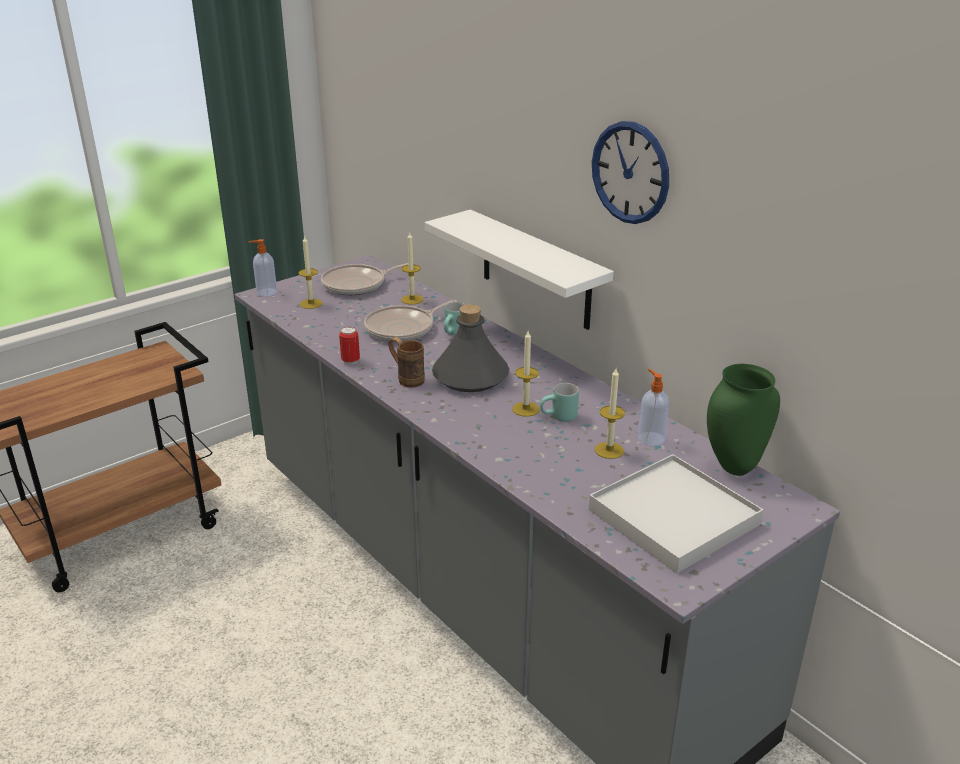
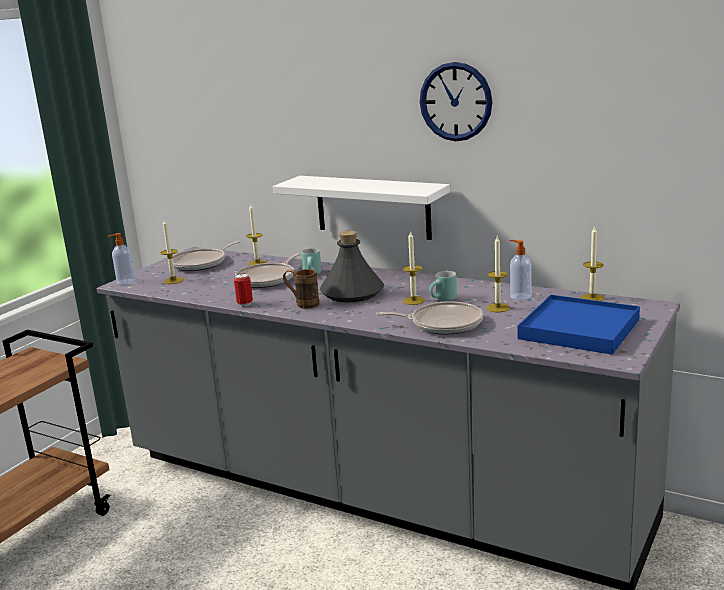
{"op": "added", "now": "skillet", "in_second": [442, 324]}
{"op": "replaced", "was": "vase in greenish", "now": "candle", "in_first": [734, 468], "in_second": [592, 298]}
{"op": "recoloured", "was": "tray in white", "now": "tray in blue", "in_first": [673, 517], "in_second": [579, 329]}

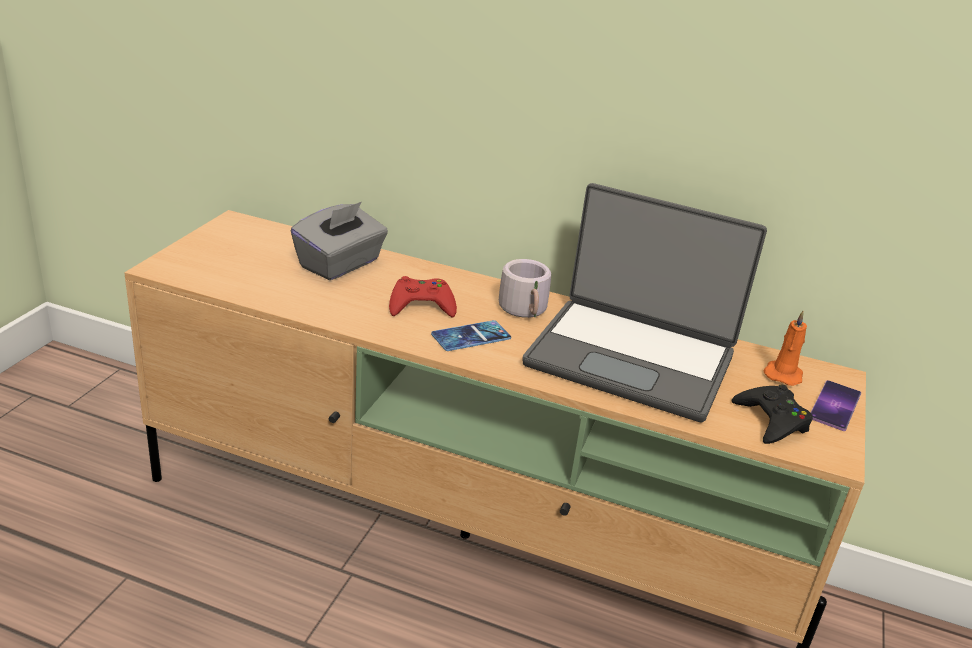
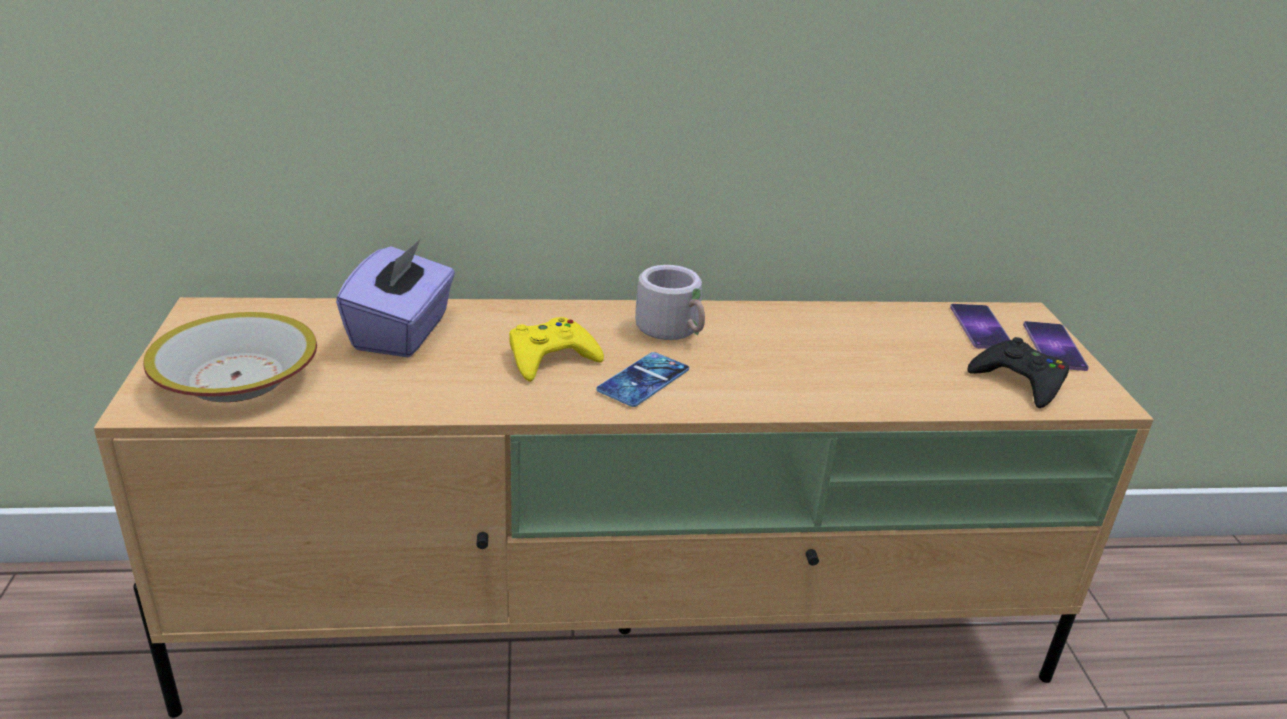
{"op": "removed", "was": "notebook computer", "in_first": [631, 358]}
{"op": "added", "now": "bowl", "in_second": [236, 378]}
{"op": "replaced", "was": "candle in orange-coloured", "now": "phone", "in_first": [783, 374], "in_second": [980, 327]}
{"op": "recoloured", "was": "tissue holder in greyish", "now": "tissue holder in purple", "in_first": [340, 264], "in_second": [402, 332]}
{"op": "recoloured", "was": "gamepad in red-coloured", "now": "gamepad in yellow", "in_first": [421, 305], "in_second": [551, 357]}

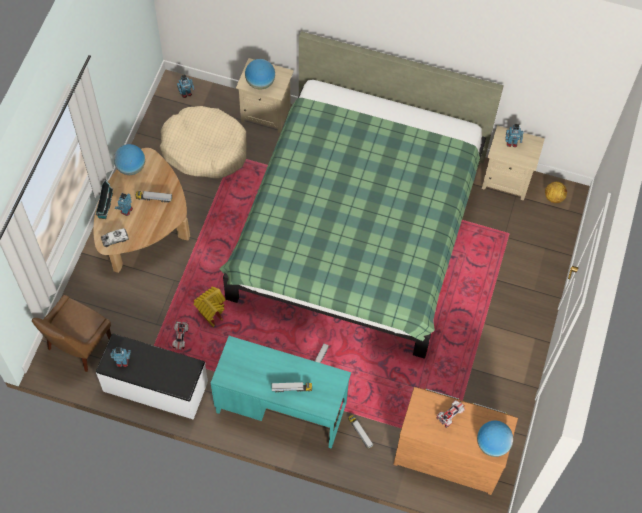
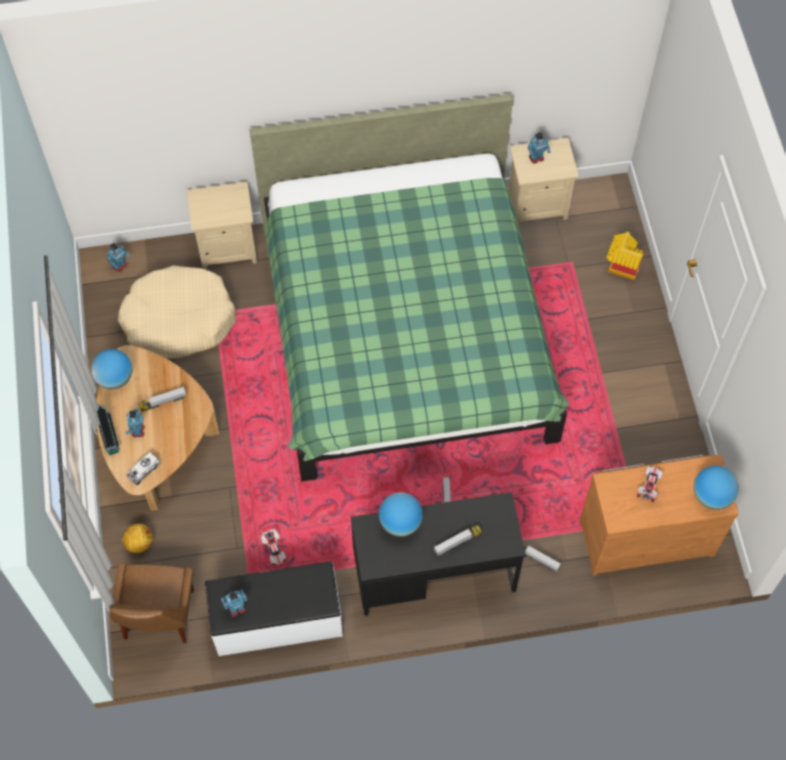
{"op": "moved", "was": "miniature house", "in_first": [211, 312], "in_second": [620, 265]}
{"op": "moved", "was": "world globe", "in_first": [260, 82], "in_second": [400, 522]}
{"op": "moved", "was": "ball for football", "in_first": [553, 198], "in_second": [139, 544]}
{"op": "recoloured", "was": "desk unit in turquoise-coloured", "now": "desk unit in black", "in_first": [281, 407], "in_second": [434, 572]}

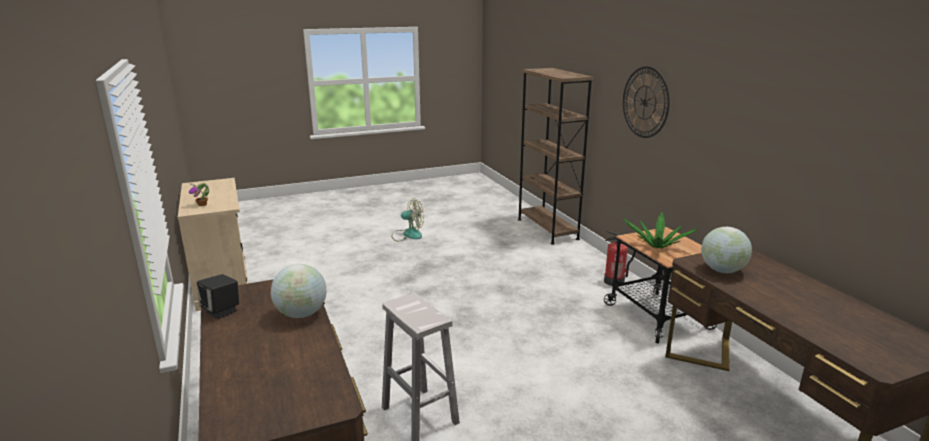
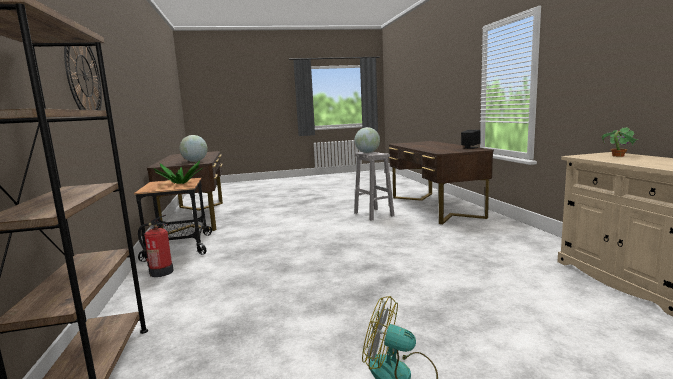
{"op": "moved", "was": "world globe", "in_first": [301, 314], "in_second": [367, 153]}

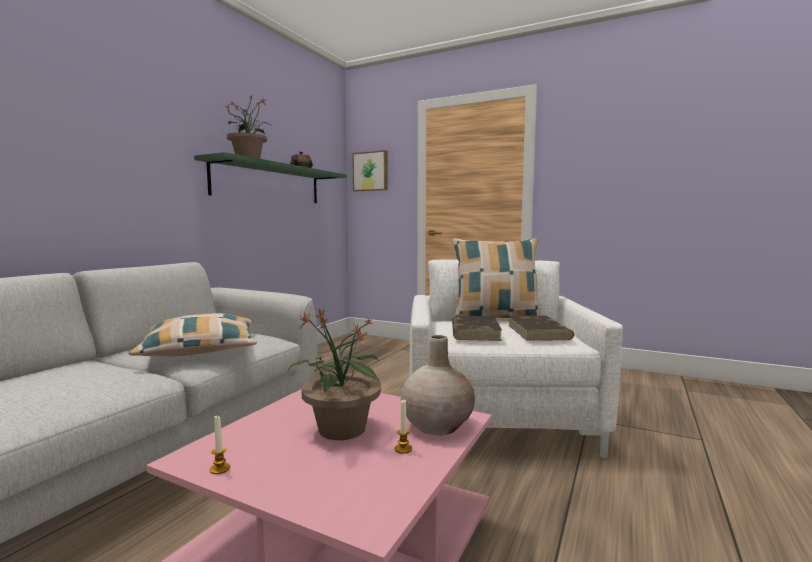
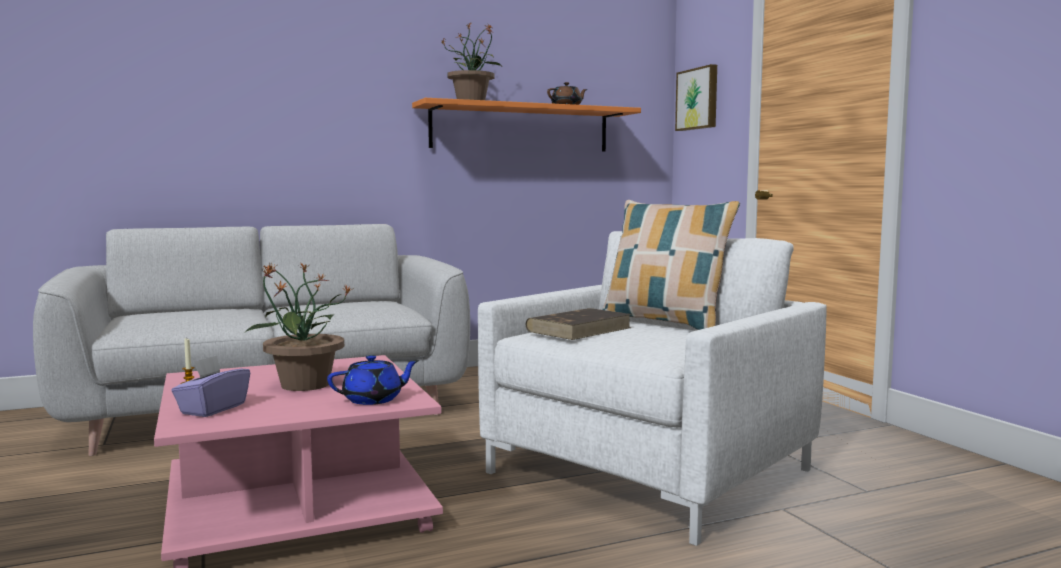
{"op": "removed", "was": "cushion", "in_first": [200, 349]}
{"op": "removed", "was": "candle", "in_first": [403, 449]}
{"op": "removed", "was": "bound book in brown", "in_first": [538, 332]}
{"op": "added", "now": "tissue holder in purple", "in_second": [212, 409]}
{"op": "replaced", "was": "vase in beige-coloured", "now": "pot for tea in blue", "in_first": [437, 425], "in_second": [374, 400]}
{"op": "recoloured", "was": "shelf in greenish", "now": "shelf in orange-coloured", "in_first": [269, 183], "in_second": [521, 128]}

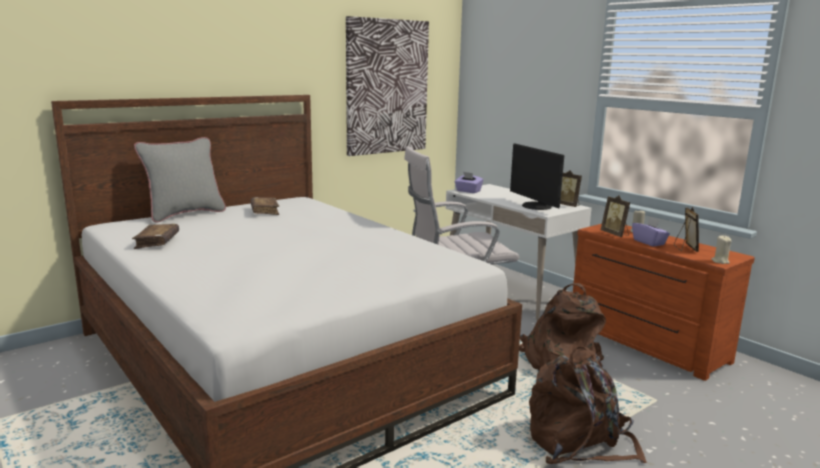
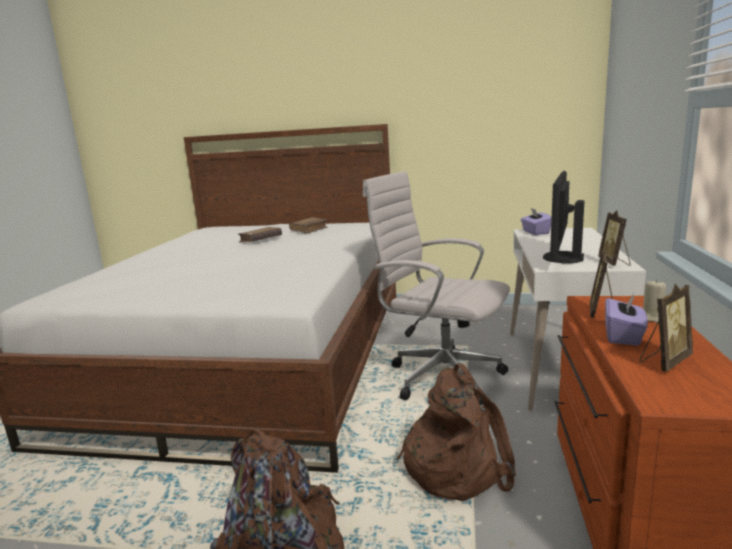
{"op": "removed", "was": "cushion in greyish", "in_first": [185, 214]}
{"op": "removed", "was": "wall picture", "in_first": [387, 87]}
{"op": "removed", "was": "candle in beige-coloured", "in_first": [720, 261]}
{"op": "moved", "was": "bound book in brown", "in_first": [157, 242], "in_second": [261, 240]}

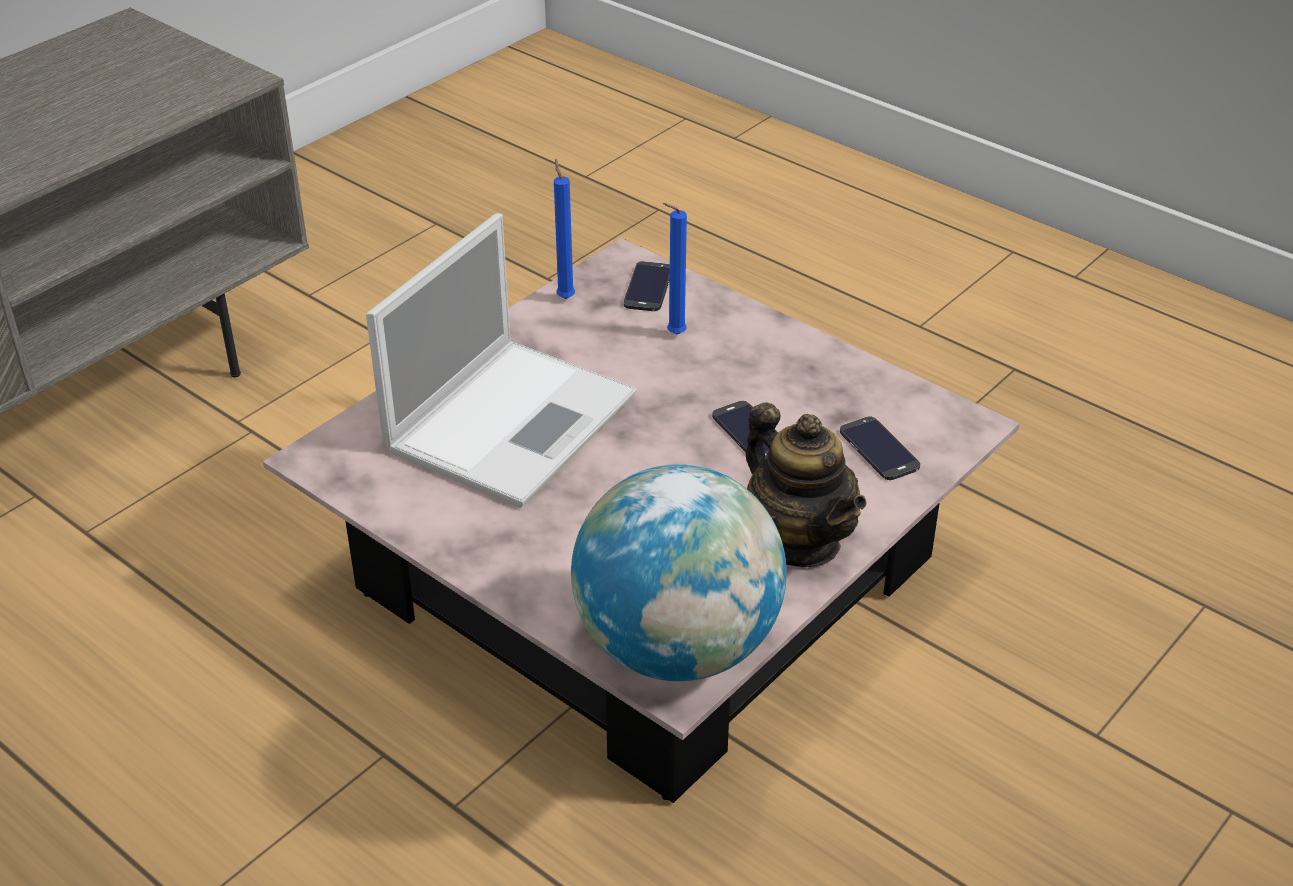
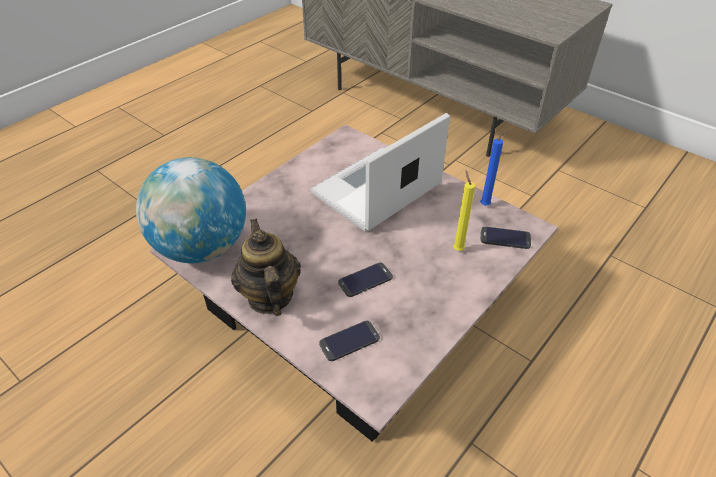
{"op": "recoloured", "was": "candle in blue", "now": "candle in yellow", "in_first": [673, 335], "in_second": [457, 248]}
{"op": "turned", "was": "notebook computer", "in_first": [514, 419], "in_second": [374, 191], "clockwise": 105}
{"op": "turned", "was": "pot for tea", "in_first": [799, 541], "in_second": [269, 297], "clockwise": 105}

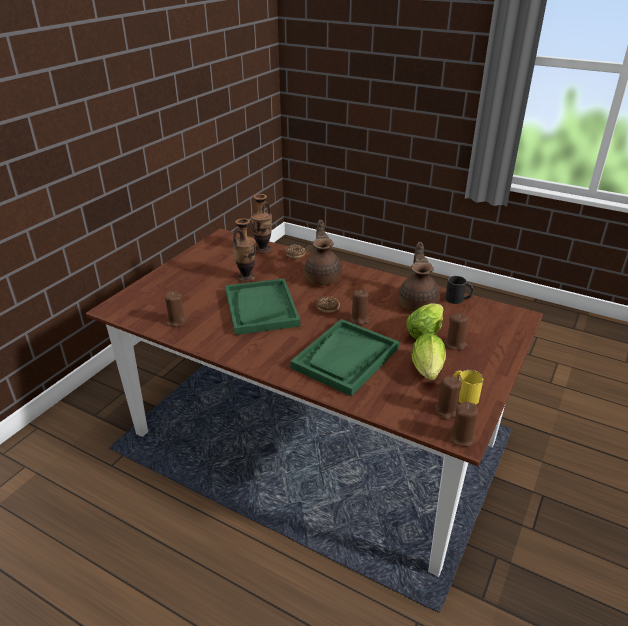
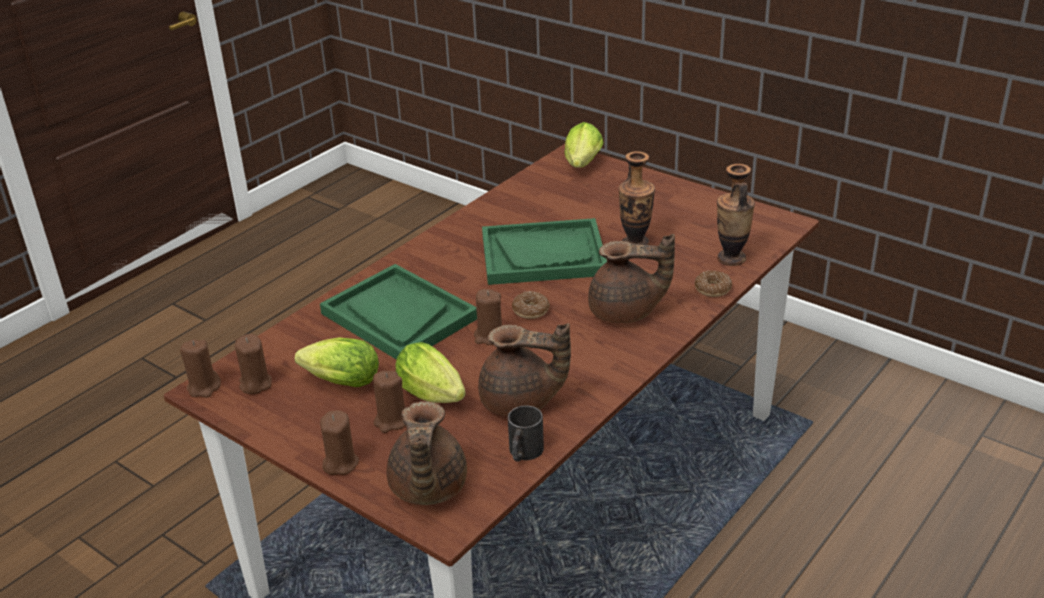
{"op": "removed", "was": "mug in yellow", "in_first": [463, 395]}
{"op": "added", "now": "pot for tea in brown", "in_second": [427, 489]}
{"op": "added", "now": "head of lettuce", "in_second": [582, 166]}
{"op": "moved", "was": "candle in brown", "in_first": [176, 322], "in_second": [340, 463]}

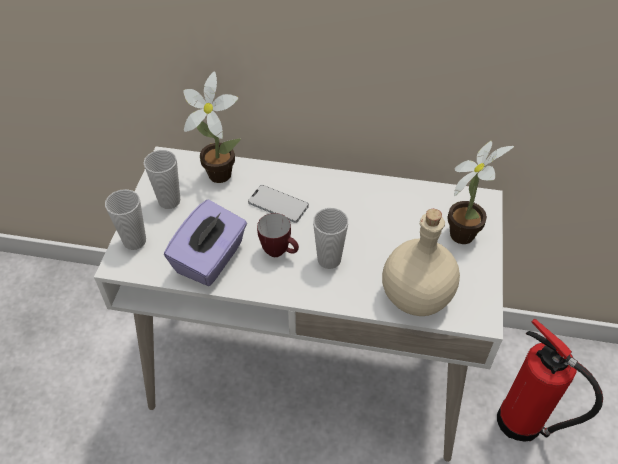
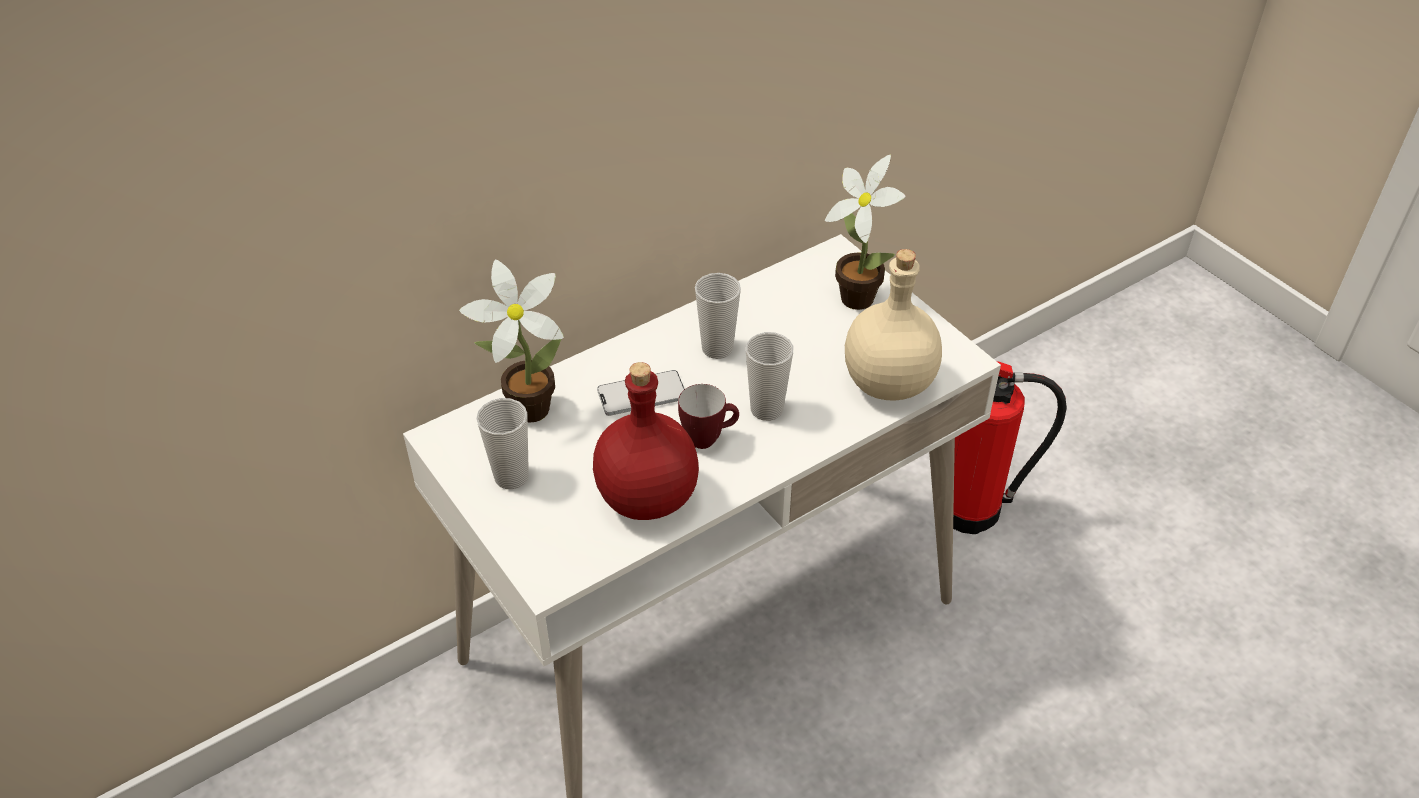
{"op": "moved", "was": "small cup", "in_first": [134, 241], "in_second": [717, 348]}
{"op": "replaced", "was": "tissue holder in purple", "now": "drink bottle in red-coloured", "in_first": [211, 259], "in_second": [645, 498]}

